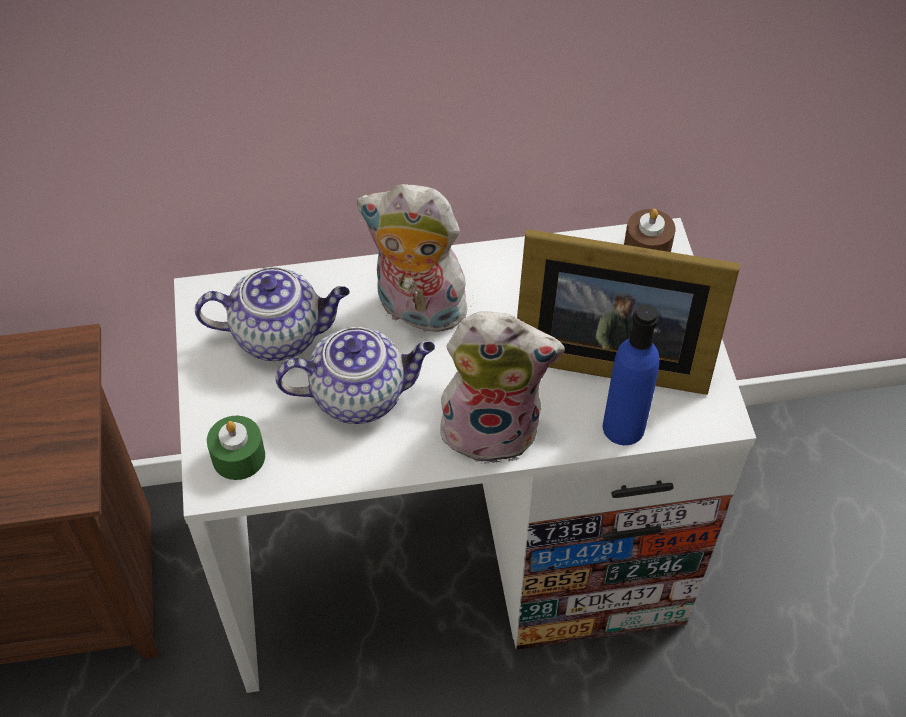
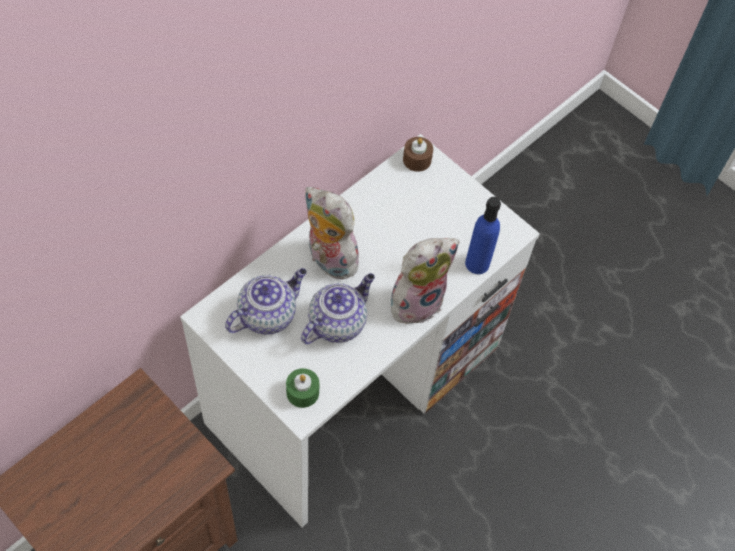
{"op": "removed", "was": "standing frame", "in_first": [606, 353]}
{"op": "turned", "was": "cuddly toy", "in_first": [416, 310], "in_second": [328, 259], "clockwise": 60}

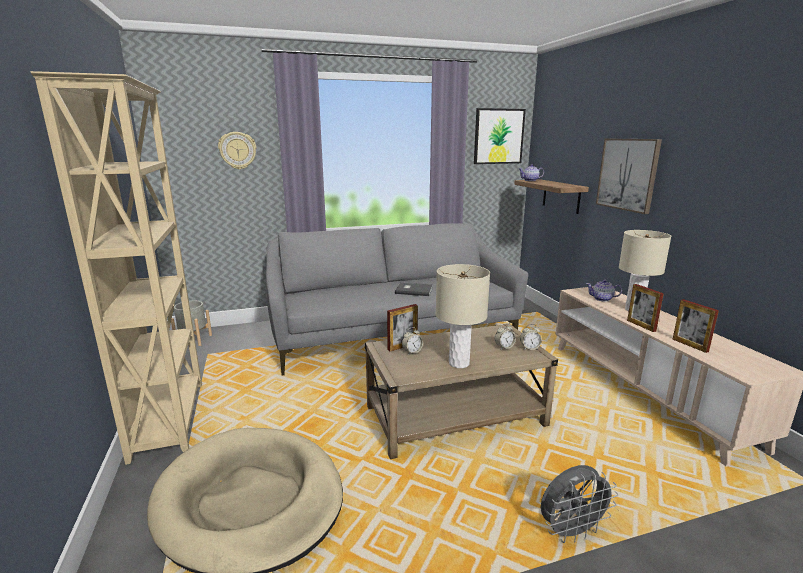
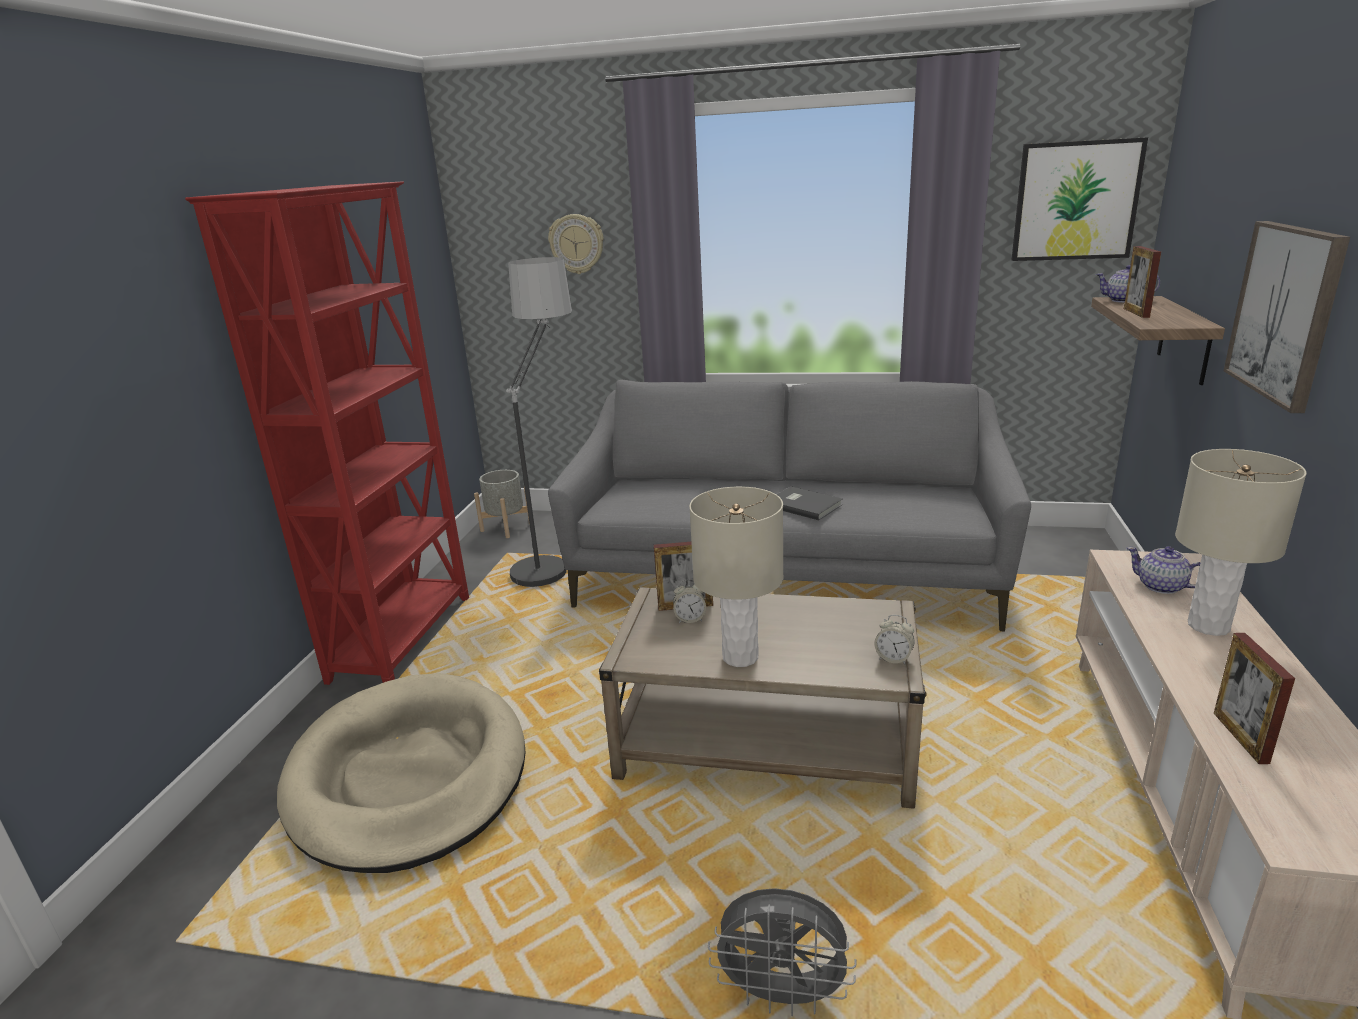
{"op": "removed", "was": "table clock", "in_first": [504, 347]}
{"op": "added", "now": "standing lamp", "in_second": [552, 554]}
{"op": "moved", "was": "standing frame", "in_first": [641, 325], "in_second": [1136, 313]}
{"op": "recoloured", "was": "shelving unit in beige-coloured", "now": "shelving unit in red-coloured", "in_first": [170, 418], "in_second": [405, 637]}

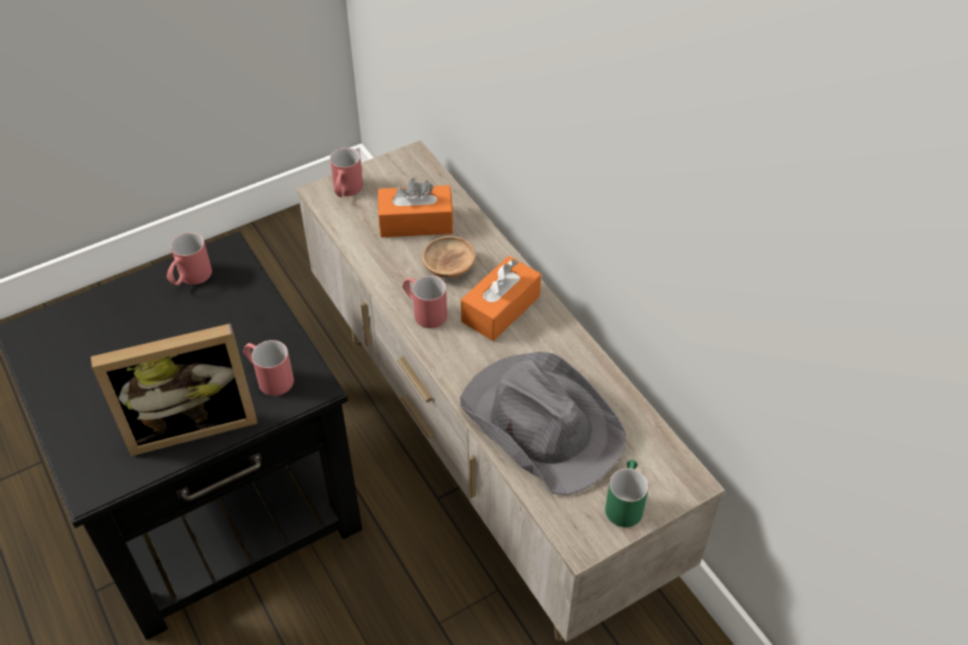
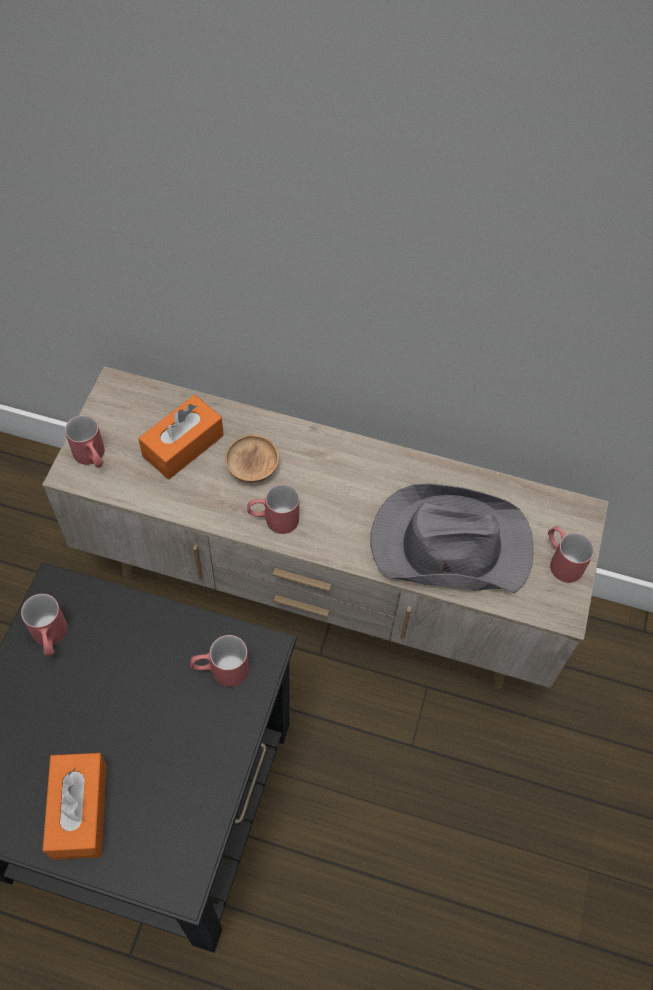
{"op": "removed", "was": "standing frame", "in_first": [191, 422]}
{"op": "moved", "was": "tissue holder in orange-coloured", "in_first": [501, 309], "in_second": [79, 810]}
{"op": "recoloured", "was": "mug in greenish", "now": "mug in red-coloured", "in_first": [625, 502], "in_second": [561, 560]}

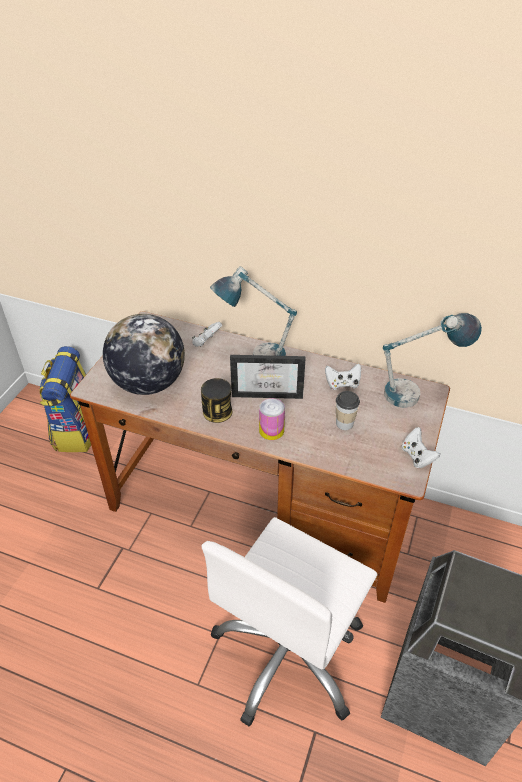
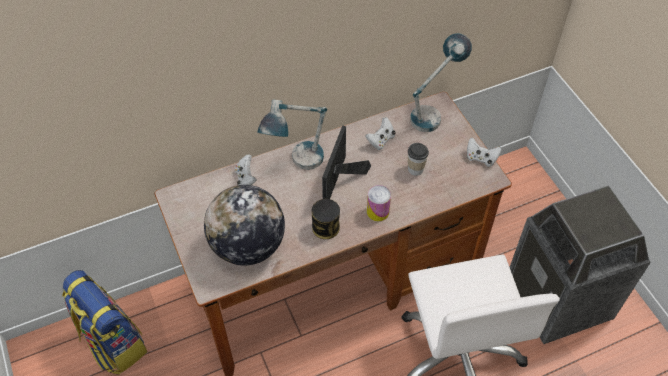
{"op": "turned", "was": "standing frame", "in_first": [268, 391], "in_second": [340, 184], "clockwise": 150}

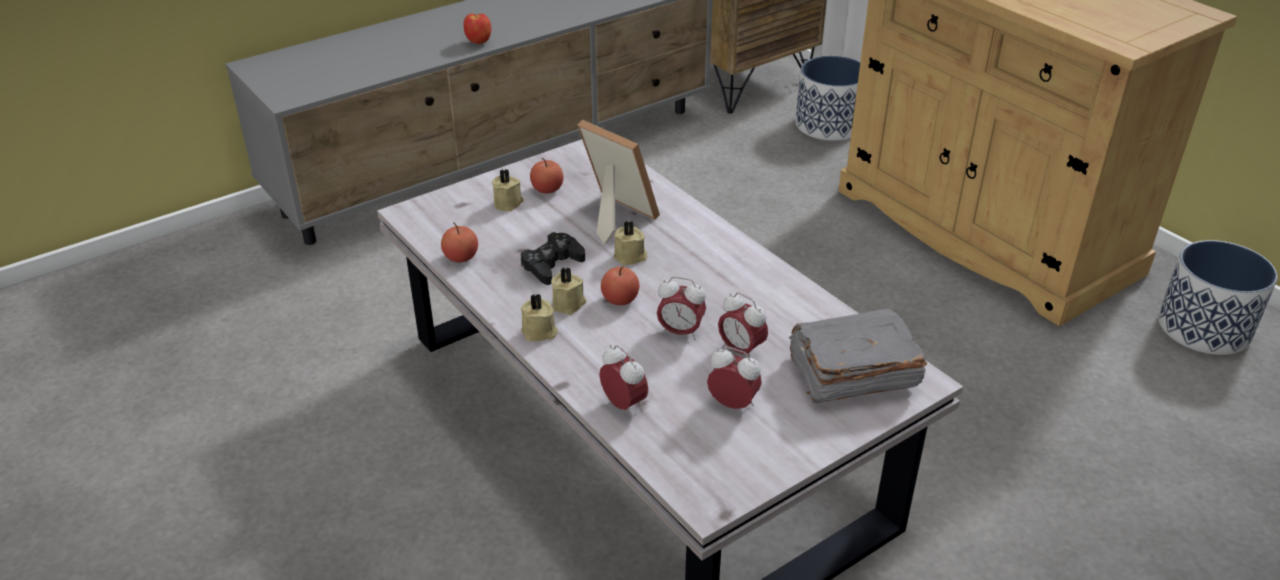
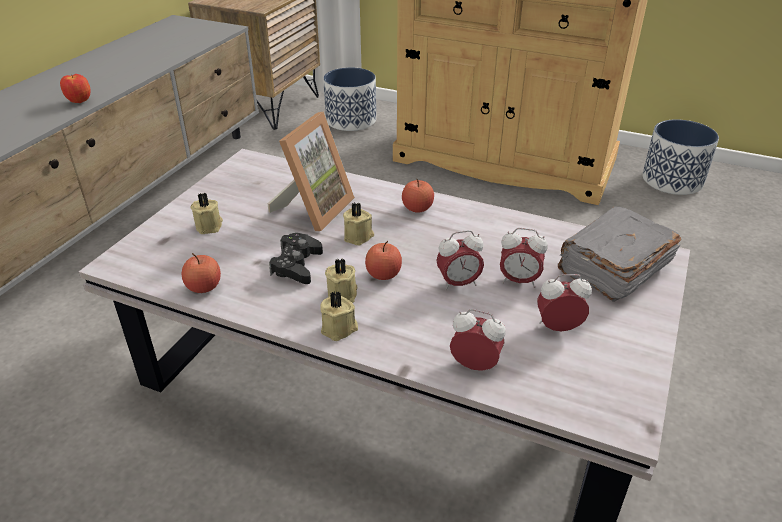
{"op": "moved", "was": "whole apple", "in_first": [547, 189], "in_second": [417, 208]}
{"op": "turned", "was": "standing frame", "in_first": [613, 216], "in_second": [313, 209], "clockwise": 105}

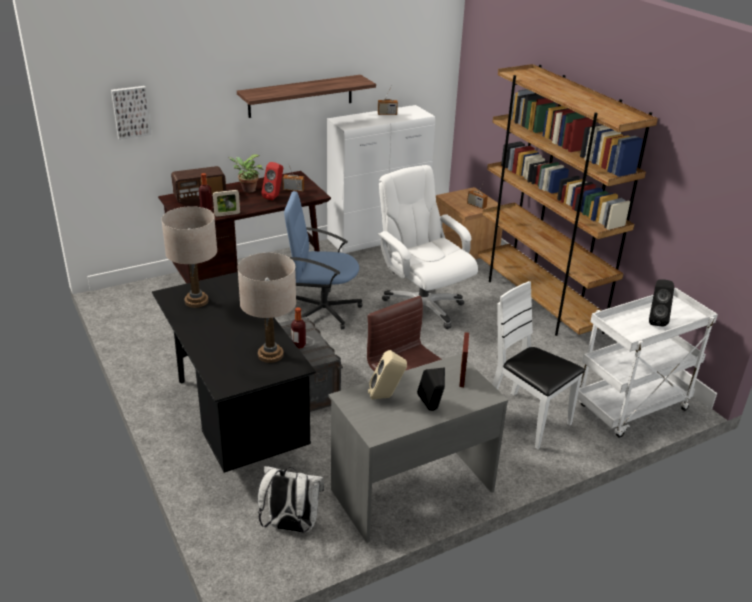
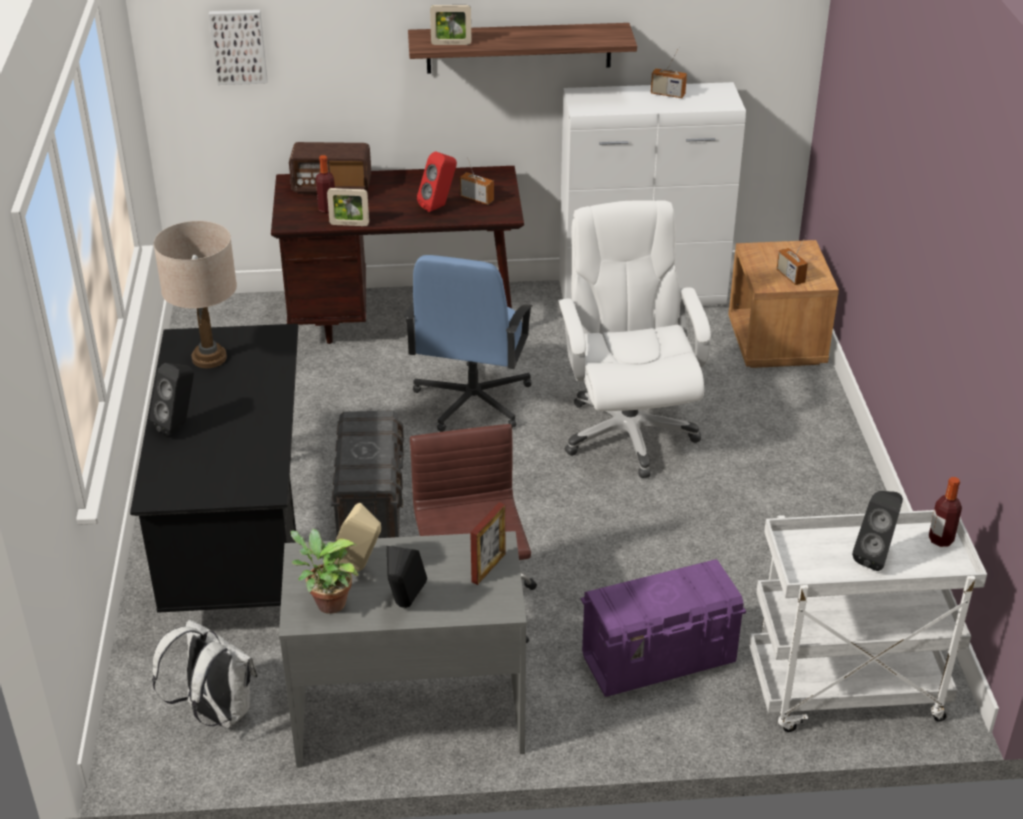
{"op": "removed", "was": "table lamp in beige-coloured", "in_first": [270, 355]}
{"op": "removed", "was": "shelving unit in brown", "in_first": [539, 302]}
{"op": "added", "now": "speaker in black", "in_second": [178, 425]}
{"op": "added", "now": "standing frame", "in_second": [451, 44]}
{"op": "moved", "was": "houseplant", "in_first": [247, 190], "in_second": [327, 603]}
{"op": "moved", "was": "drink bottle", "in_first": [298, 345], "in_second": [940, 539]}
{"op": "replaced", "was": "chair in white", "now": "storage container in purple", "in_first": [527, 419], "in_second": [659, 659]}
{"op": "turned", "was": "computer chair in blue", "in_first": [322, 310], "in_second": [472, 401], "clockwise": -105}

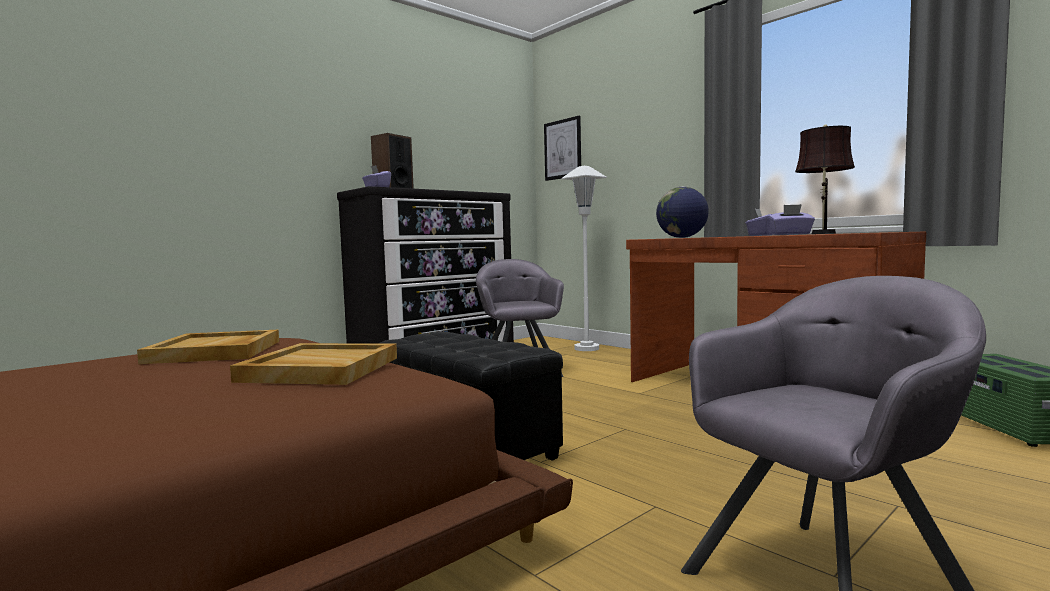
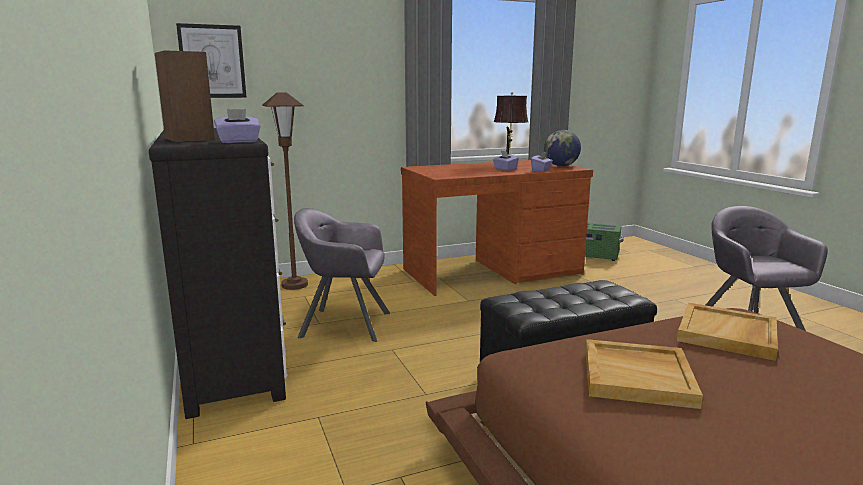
{"op": "moved", "was": "world globe", "in_first": [682, 237], "in_second": [561, 166]}
{"op": "recoloured", "was": "standing lamp in white", "now": "standing lamp in brown", "in_first": [587, 348], "in_second": [294, 285]}

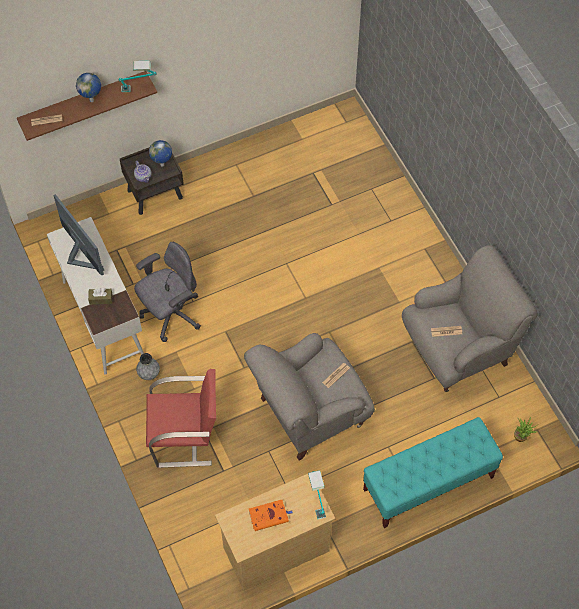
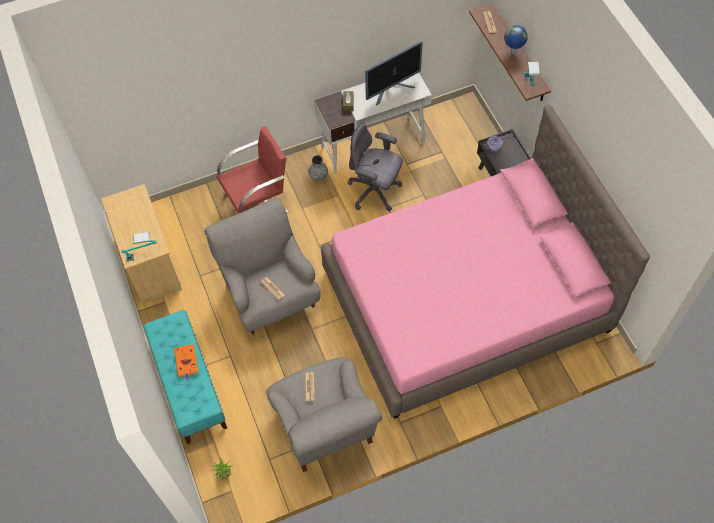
{"op": "removed", "was": "world globe", "in_first": [162, 165]}
{"op": "added", "now": "bed in pink-coloured", "in_second": [465, 300]}
{"op": "moved", "was": "bound book in orange-coloured", "in_first": [269, 516], "in_second": [187, 362]}
{"op": "turned", "was": "computer chair in greyish", "in_first": [171, 314], "in_second": [375, 191], "clockwise": 150}
{"op": "turned", "was": "chair in red-coloured", "in_first": [185, 437], "in_second": [258, 202], "clockwise": -120}

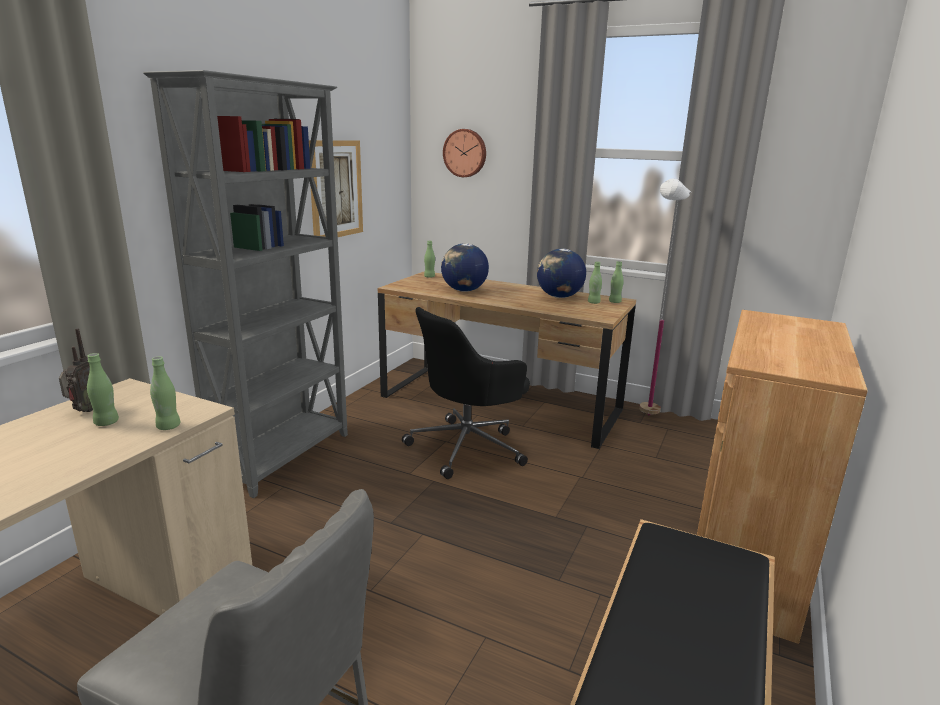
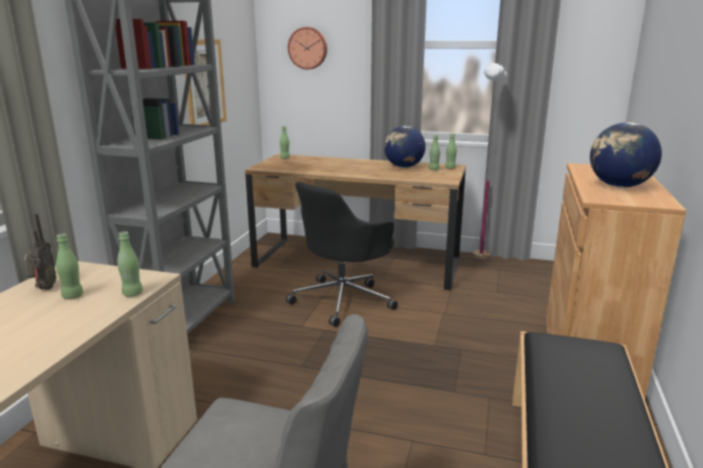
{"op": "moved", "was": "world globe", "in_first": [464, 290], "in_second": [619, 186]}

